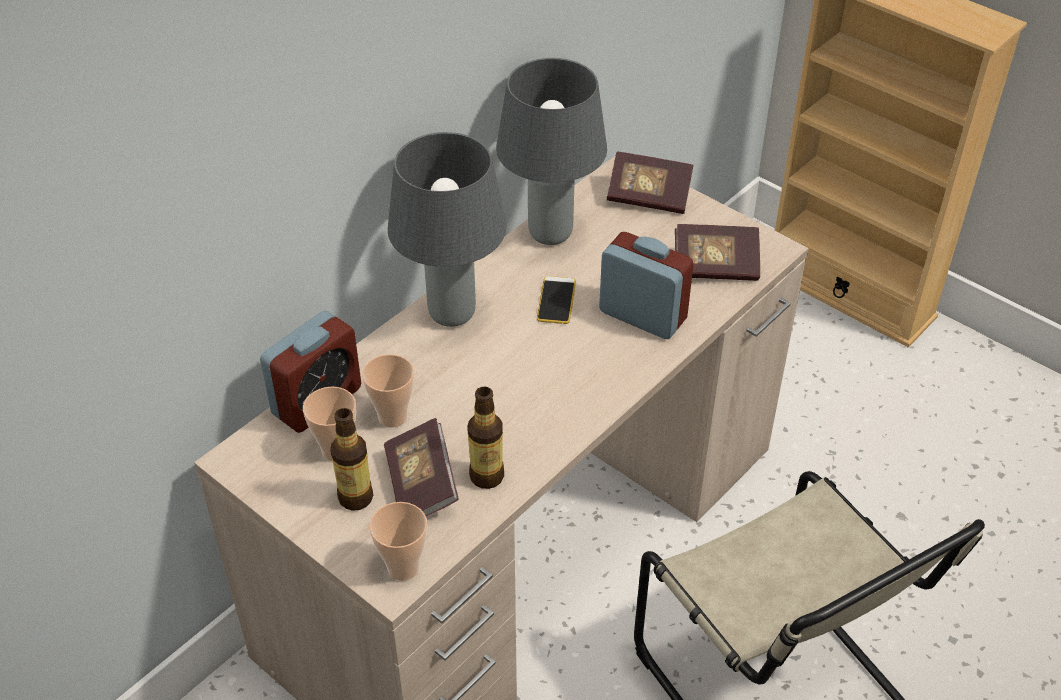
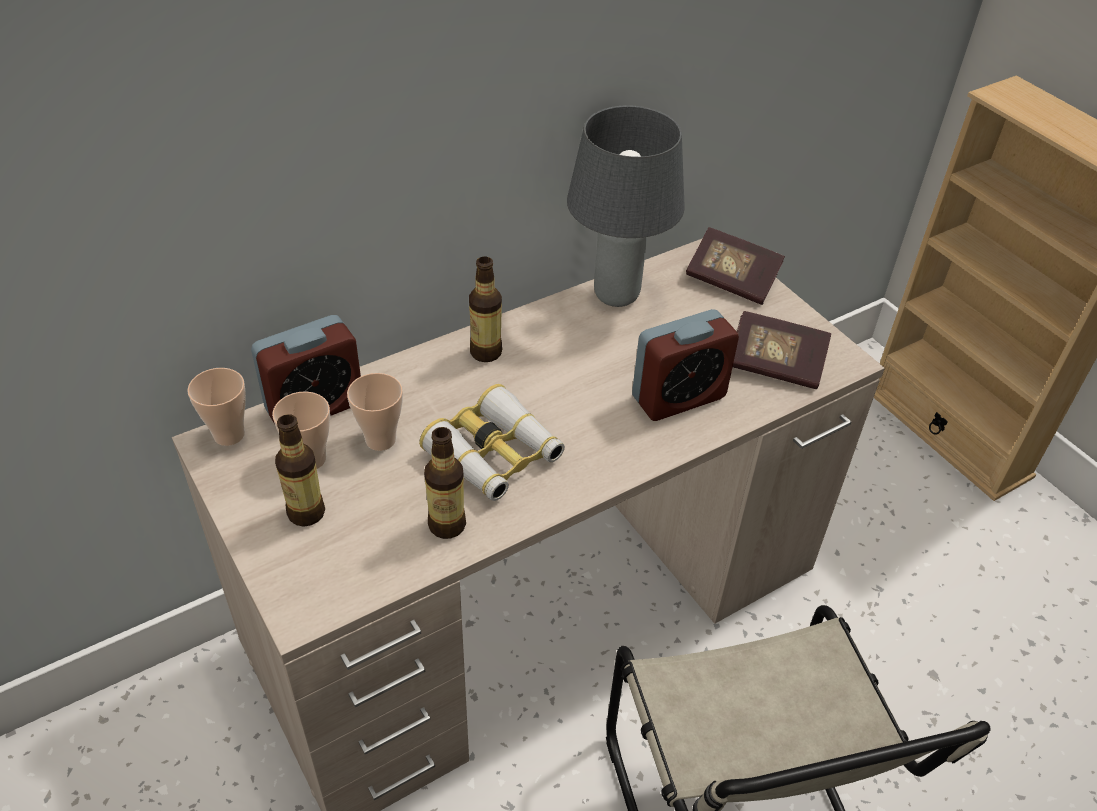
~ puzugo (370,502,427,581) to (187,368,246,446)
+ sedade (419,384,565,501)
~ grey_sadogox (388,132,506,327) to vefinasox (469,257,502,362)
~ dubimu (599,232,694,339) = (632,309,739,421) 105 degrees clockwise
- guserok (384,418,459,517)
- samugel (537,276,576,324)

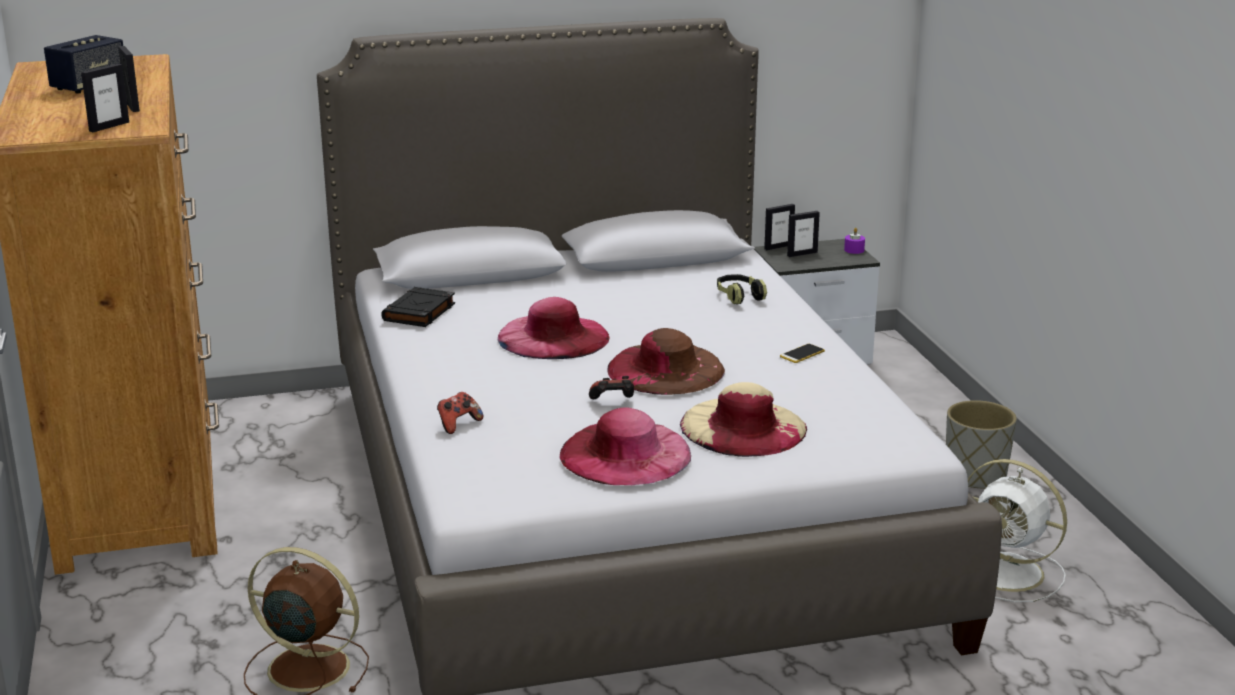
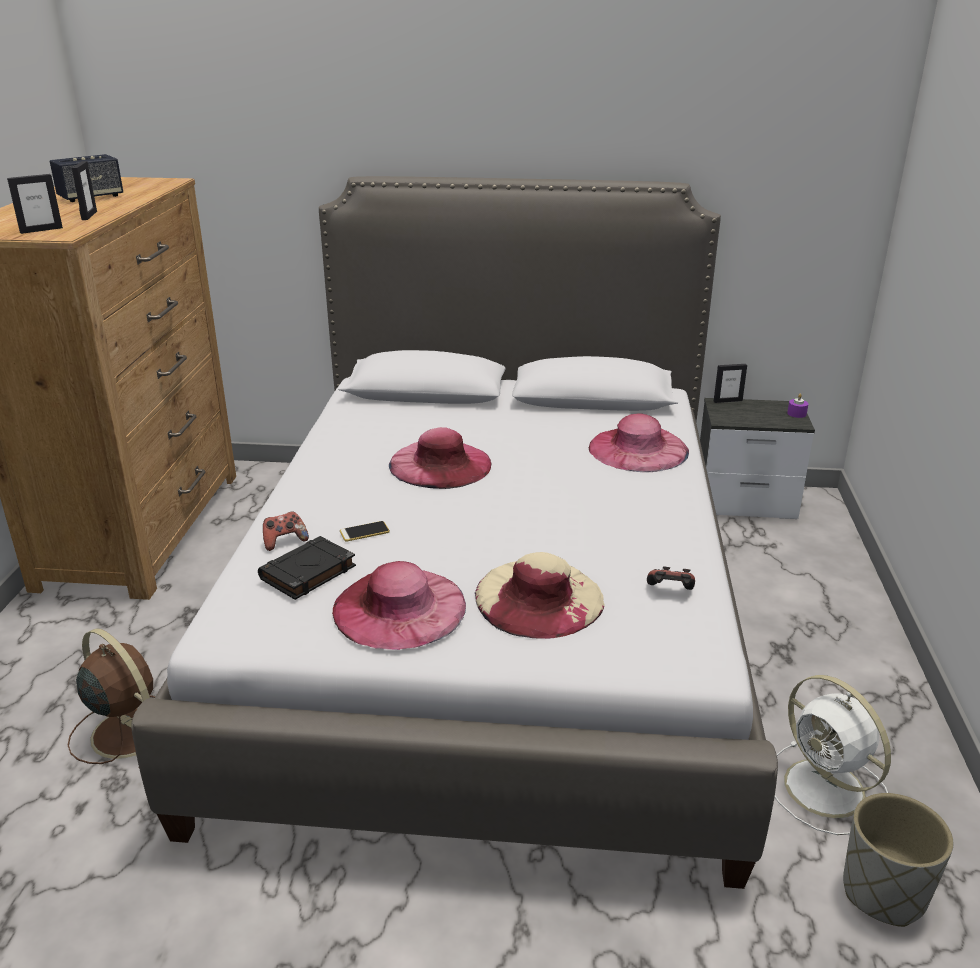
~ black_guserok (381,287,455,327) to (258,536,356,600)
~ samugel (780,344,825,363) to (340,521,390,541)
~ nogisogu (717,274,767,304) to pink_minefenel (589,413,689,472)
~ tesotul (589,376,634,399) to (647,566,695,590)
~ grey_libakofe (946,400,1017,489) to (843,793,953,927)
- brown_minefenel (607,328,725,395)
- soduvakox (787,211,820,257)

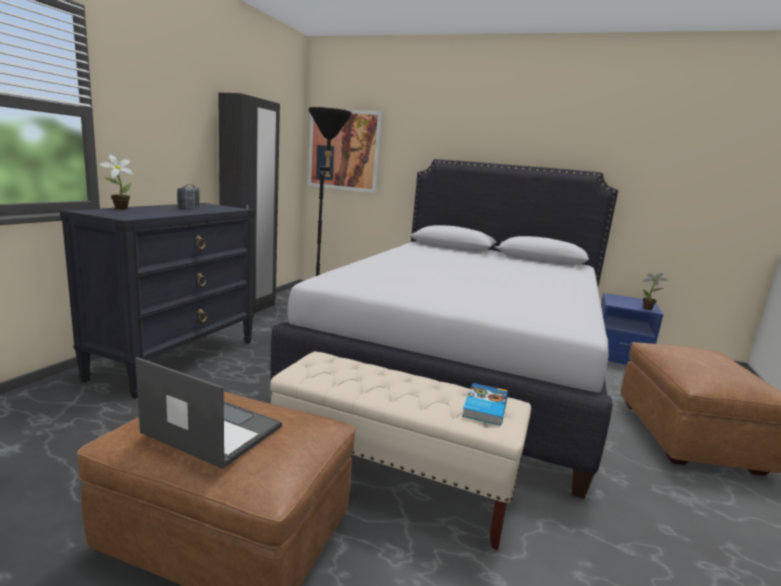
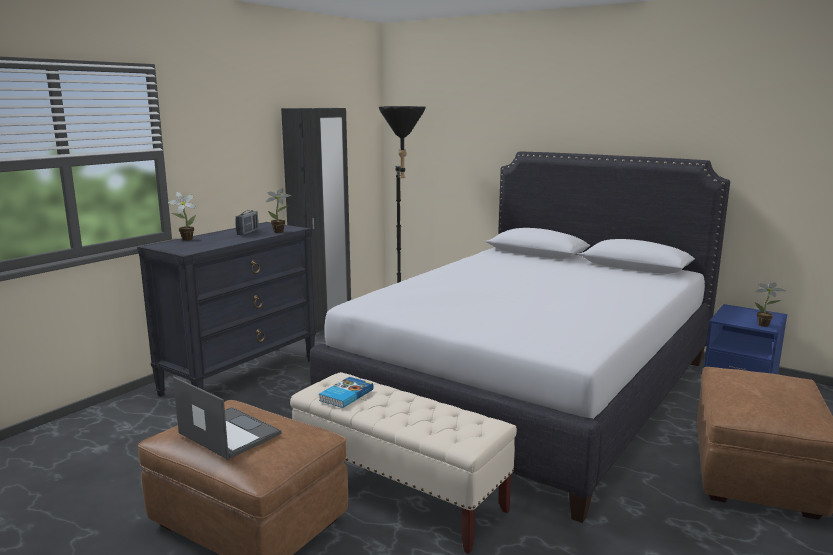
+ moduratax (266,189,291,233)
~ guserok (462,383,508,426) to (319,377,374,408)
- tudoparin (308,109,383,193)

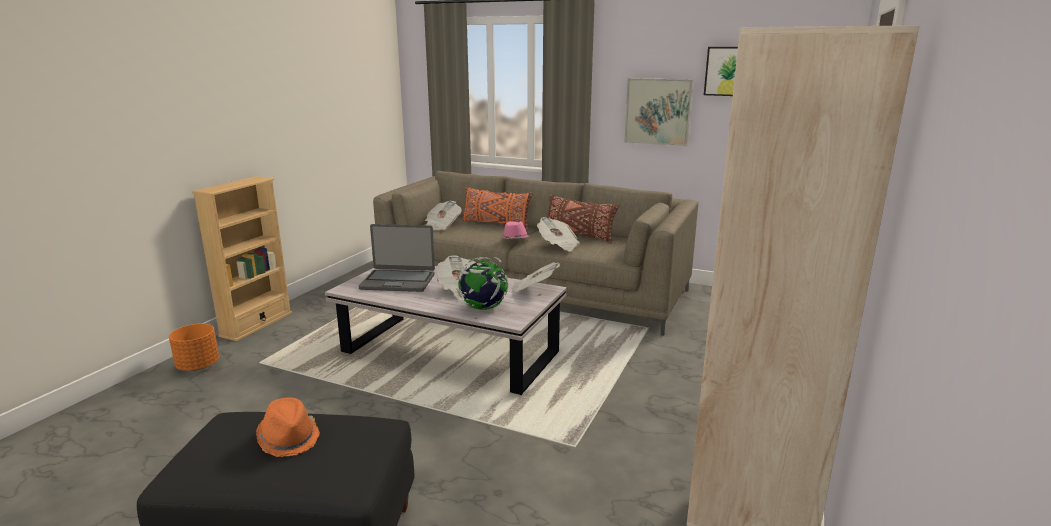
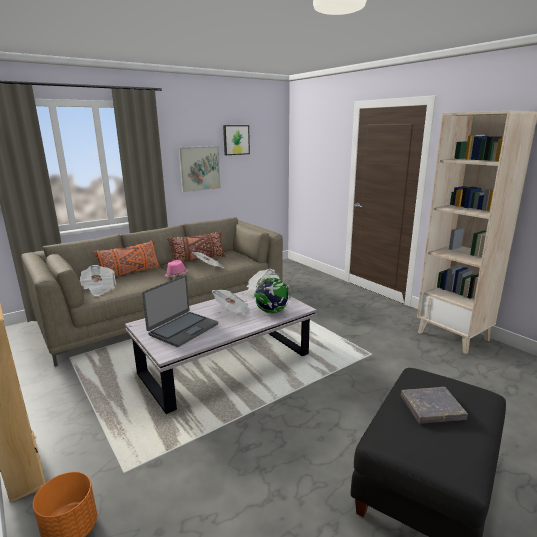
~ orange_minefenel (256,397,320,457) to grey_guserok (401,387,468,424)

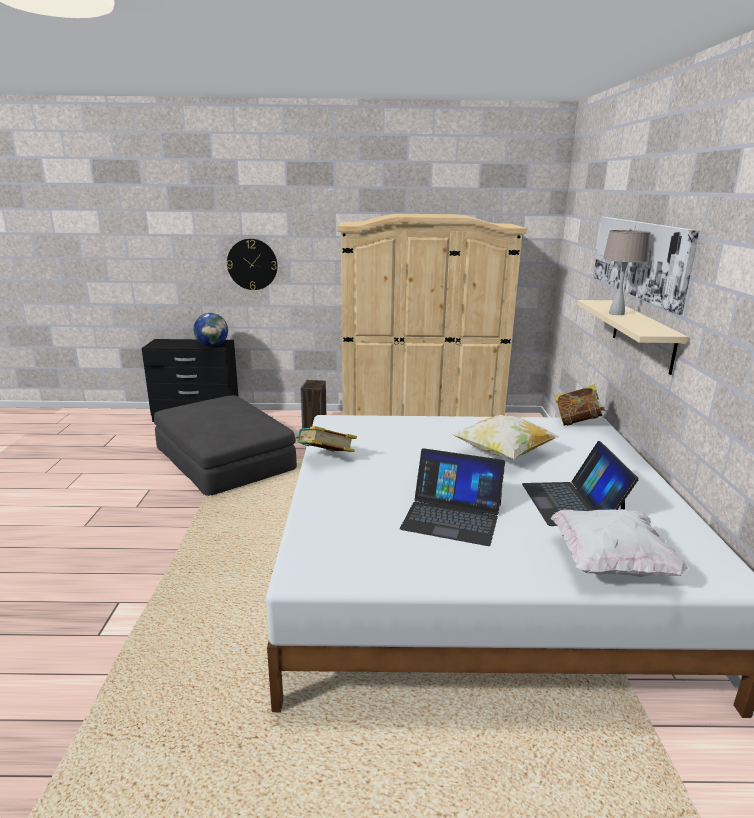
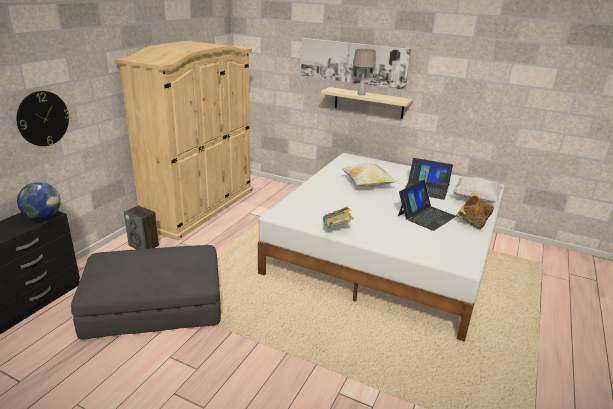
~ guserok (554,384,606,426) to (456,192,494,229)

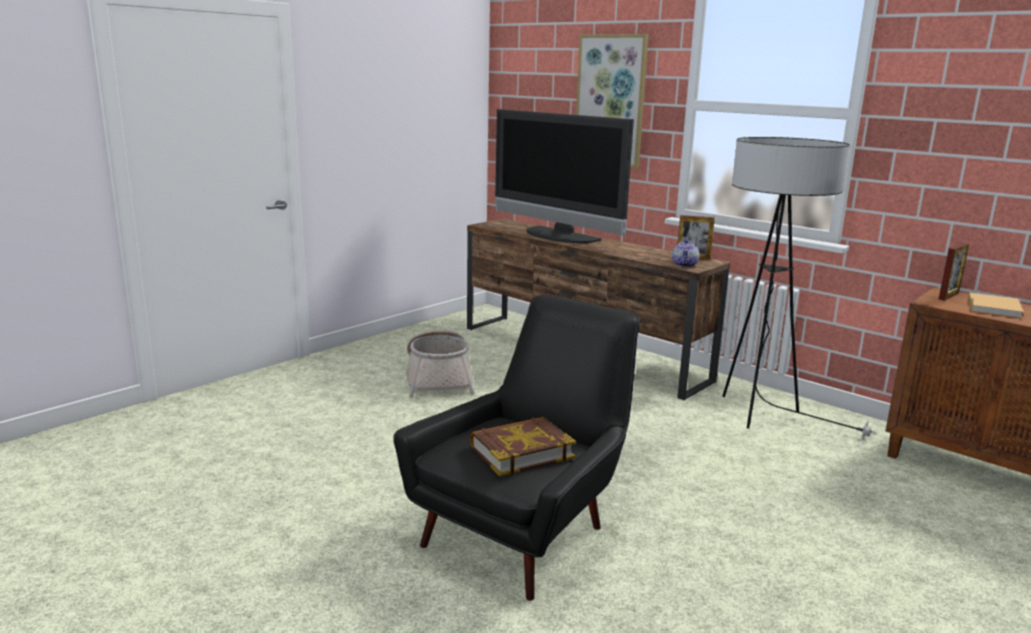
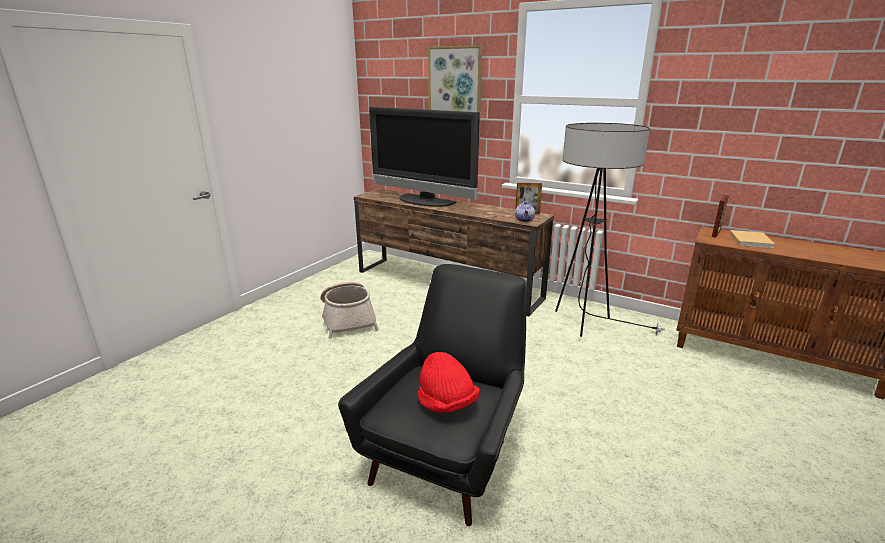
~ guserok (470,417,576,476) to red_minefenel (418,352,480,413)

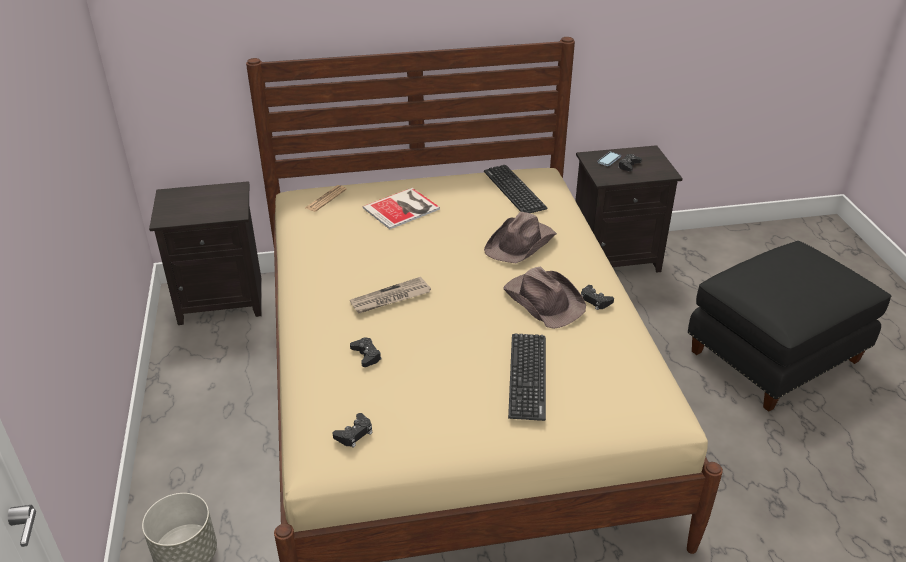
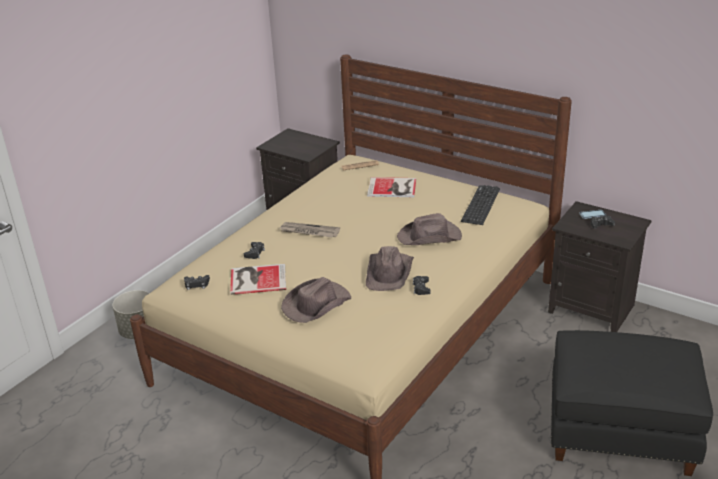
+ guserok (230,264,286,295)
~ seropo (508,334,546,421) to brown_minefenel (281,277,351,323)

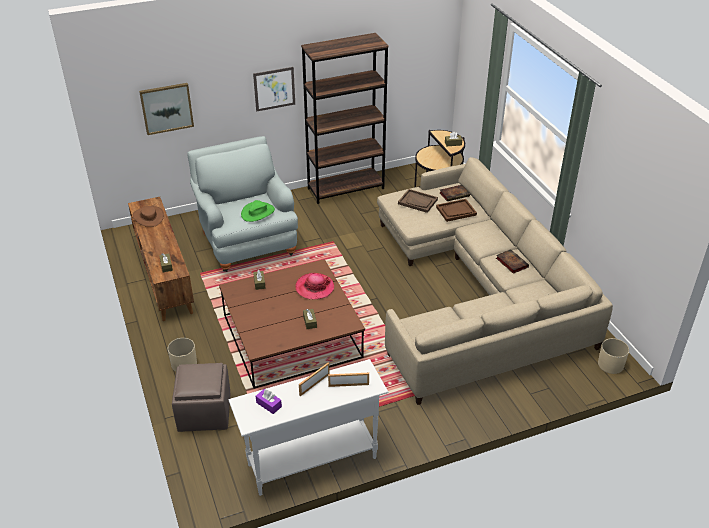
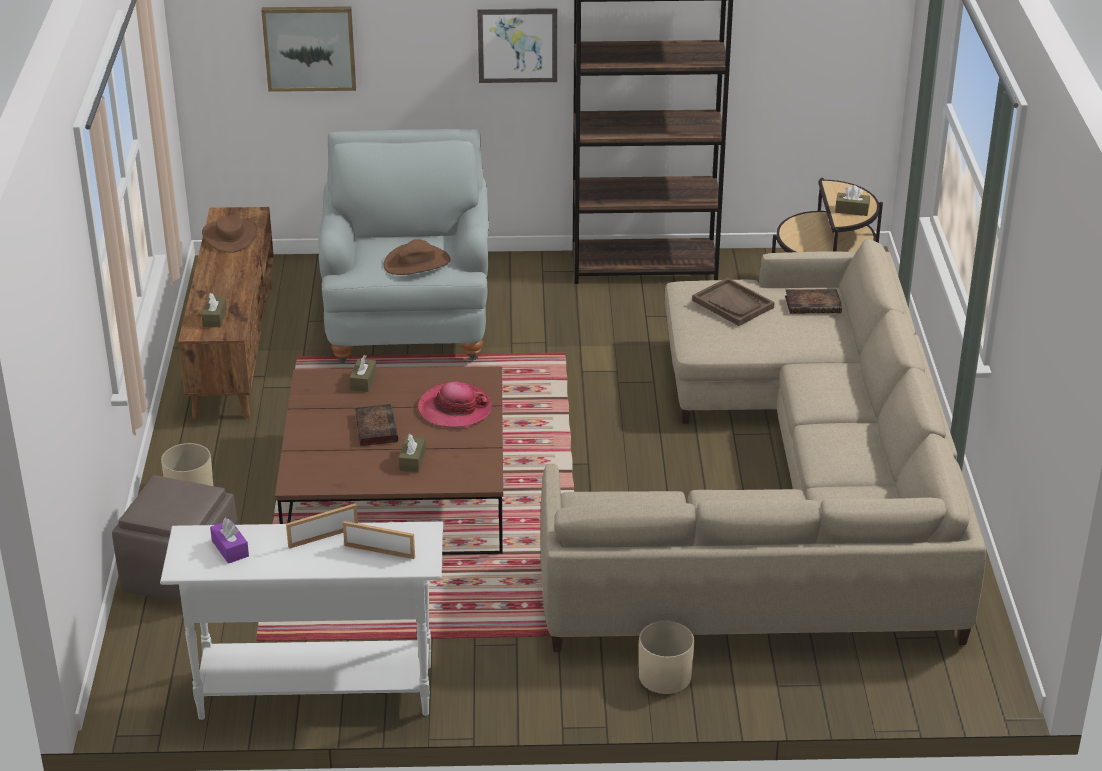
~ guserok (496,250,529,274) to (355,404,398,446)
~ green_minefenel (241,200,275,222) to brown_minefenel (384,239,451,275)
~ beige_libakofe (598,338,629,374) to (639,621,694,694)
- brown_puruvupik (436,199,477,222)

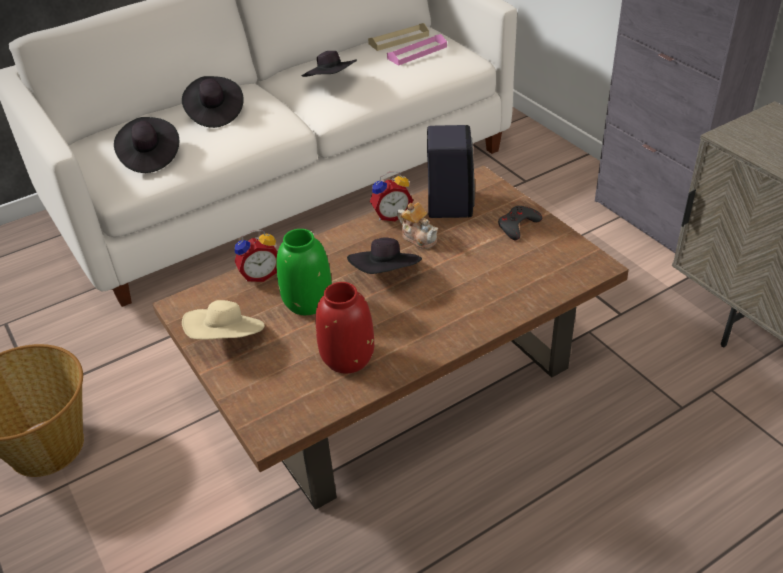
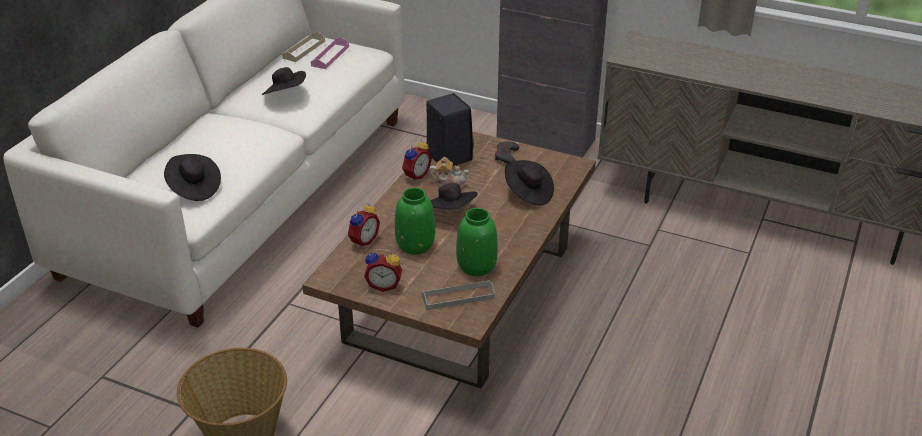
~ beige_minefenel (182,300,265,339) to dubimu (364,249,402,292)
+ grey_puruvupik (422,280,495,310)
~ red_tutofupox (316,282,374,374) to green_tutofupox (456,208,498,276)
~ black_minefenel (182,76,244,128) to (505,160,554,206)

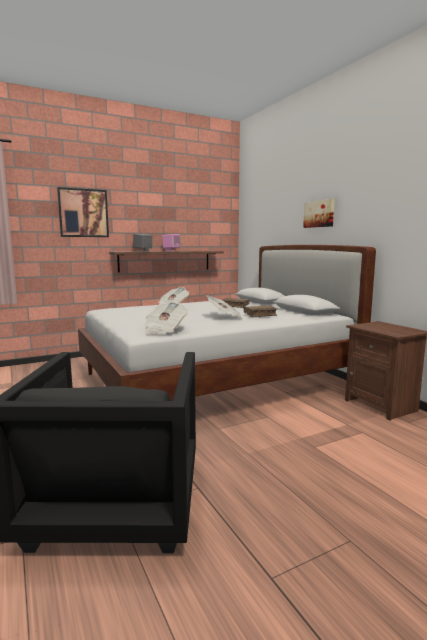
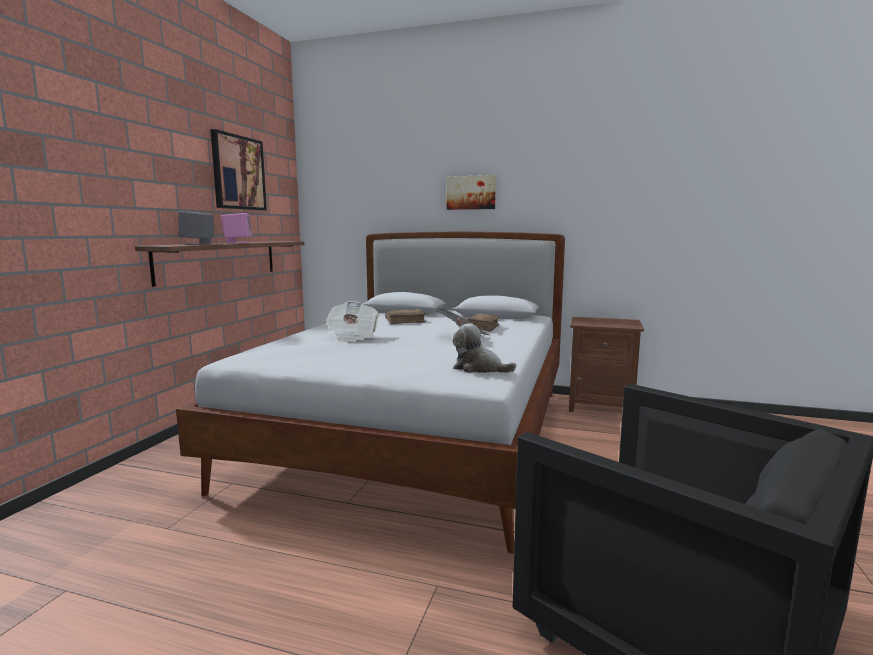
~ tudoparin (57,187,109,237) to (210,129,267,211)
~ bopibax (145,302,188,335) to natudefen (453,323,516,373)

